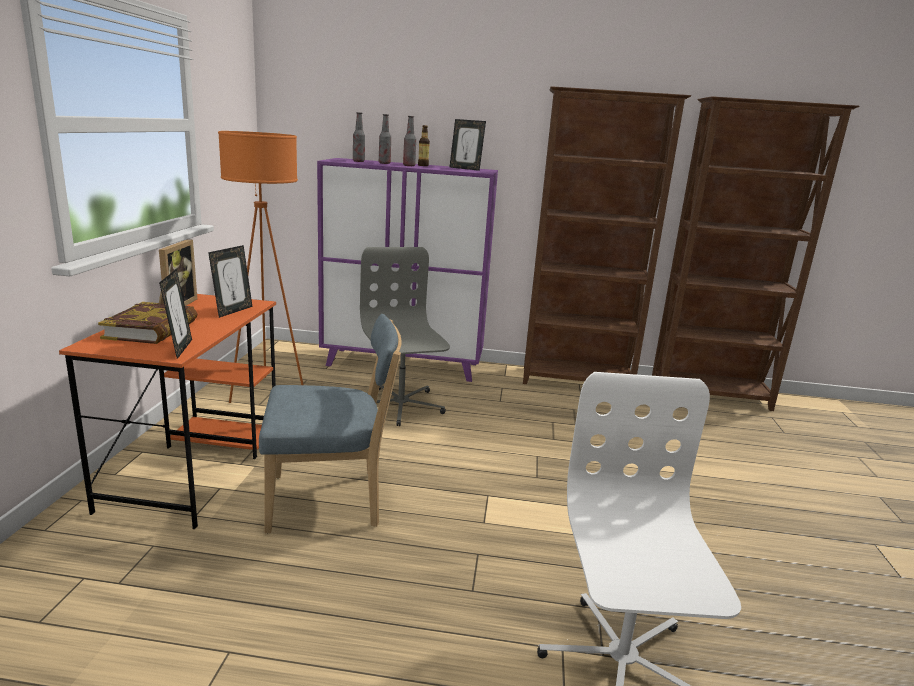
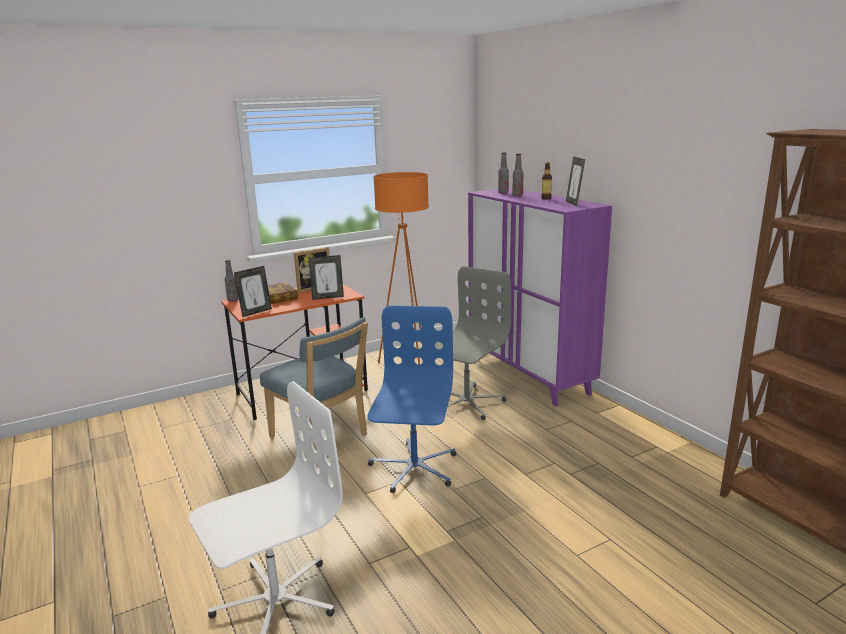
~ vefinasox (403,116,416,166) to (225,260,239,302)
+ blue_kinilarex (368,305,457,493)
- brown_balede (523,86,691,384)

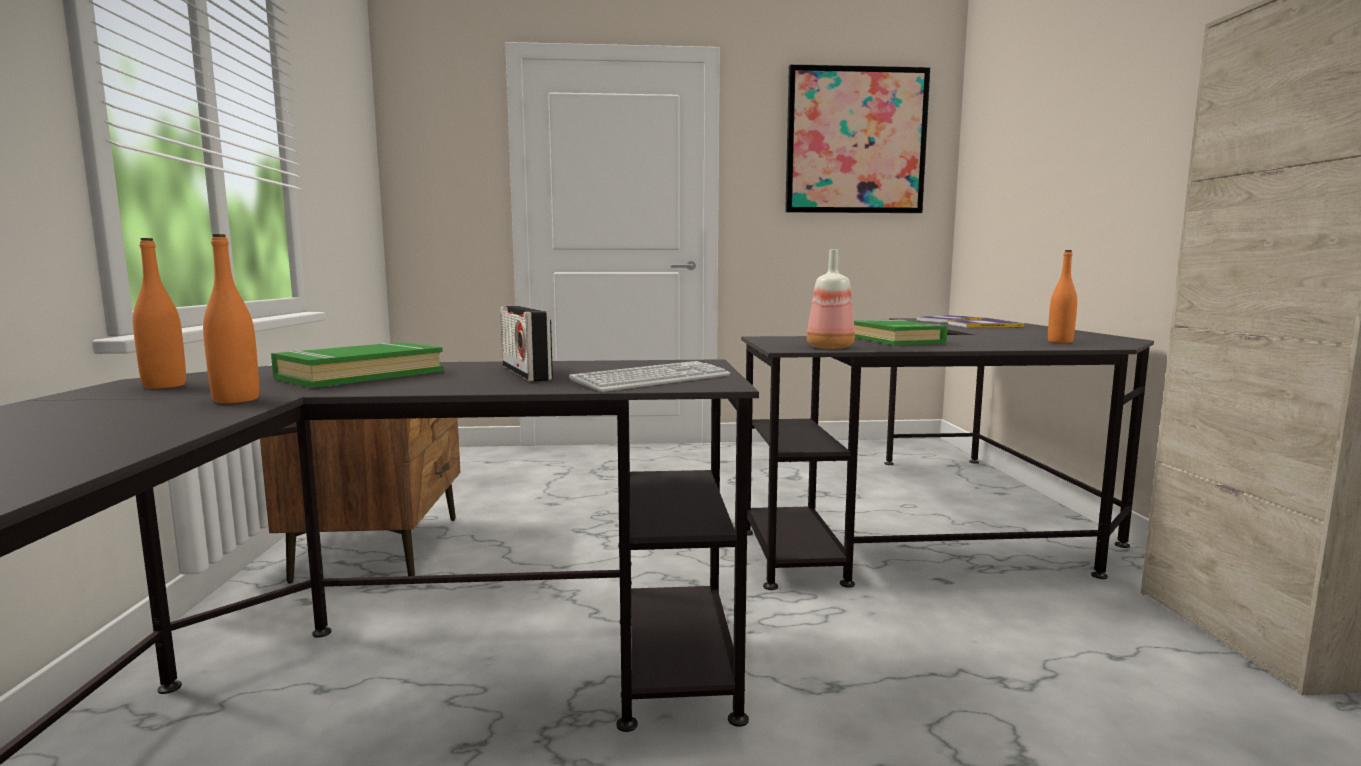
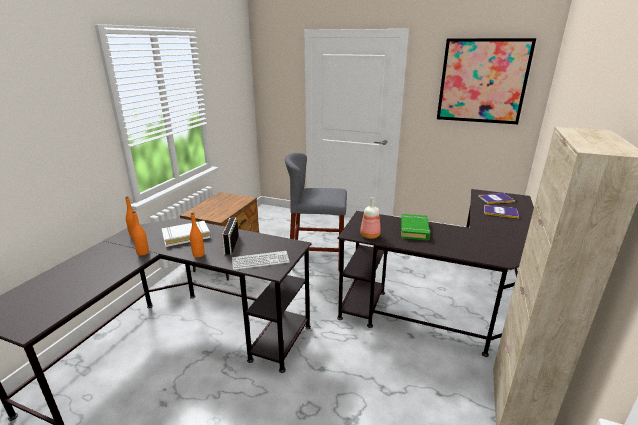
~ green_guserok (271,342,444,388) to white_guserok (162,221,210,247)
~ orange_vefinasox (1048,250,1077,343) to (190,213,204,258)
+ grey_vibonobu (285,153,347,271)

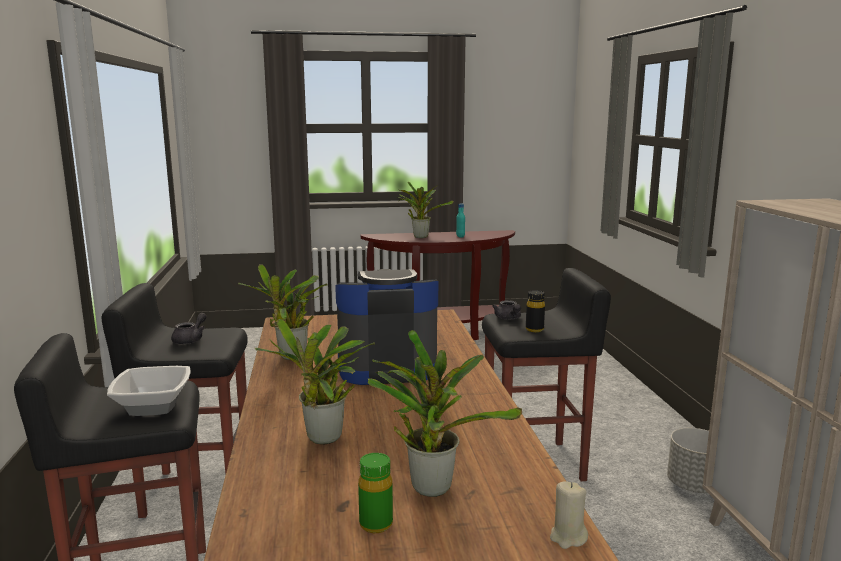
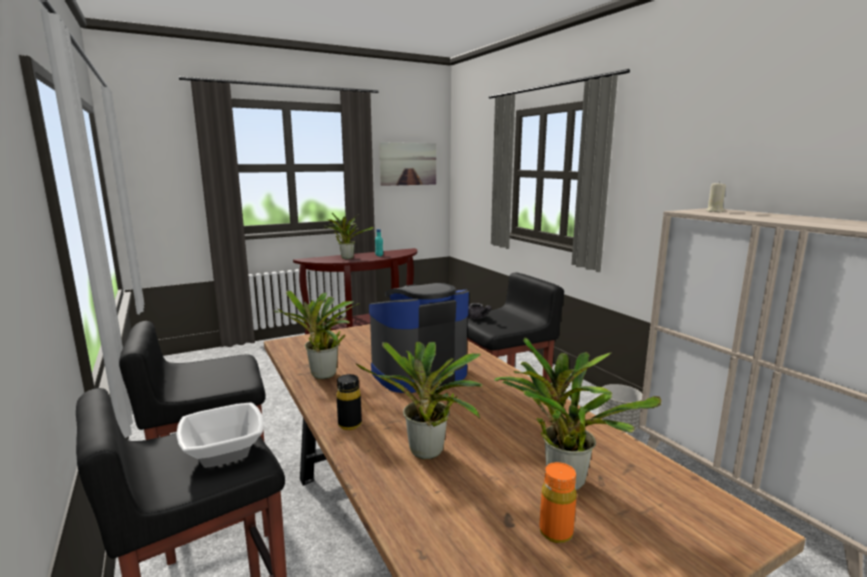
~ black_vefinasox (526,290,545,332) to (336,374,362,430)
+ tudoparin (379,142,436,186)
~ green_vefinasox (358,453,393,533) to orange_vefinasox (539,462,577,543)
~ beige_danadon (550,481,588,549) to (706,181,726,212)
- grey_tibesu (171,313,207,344)

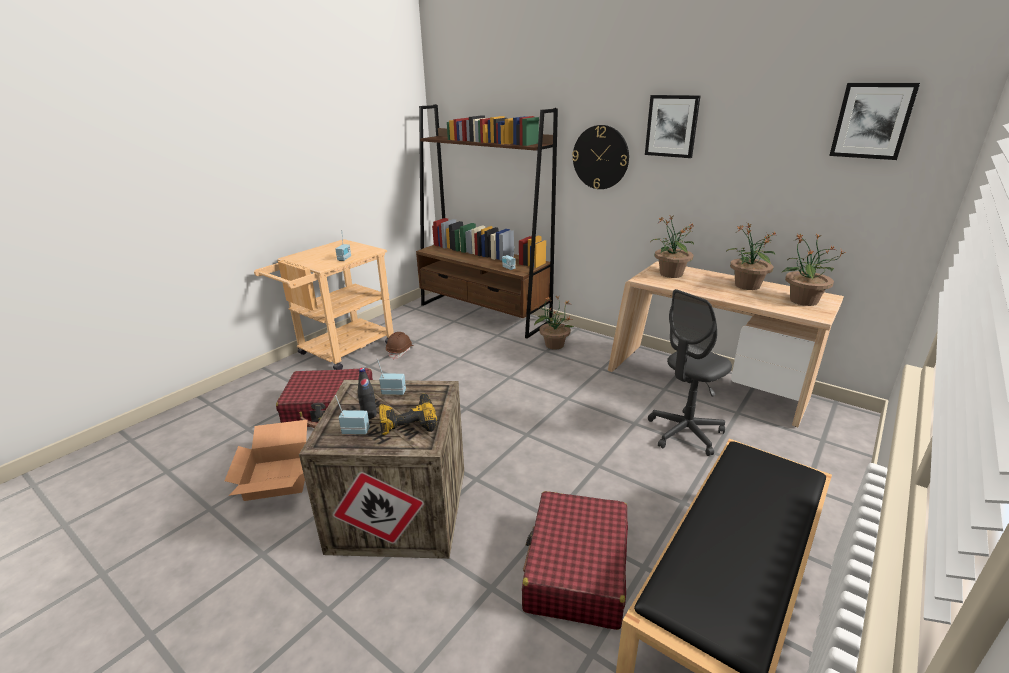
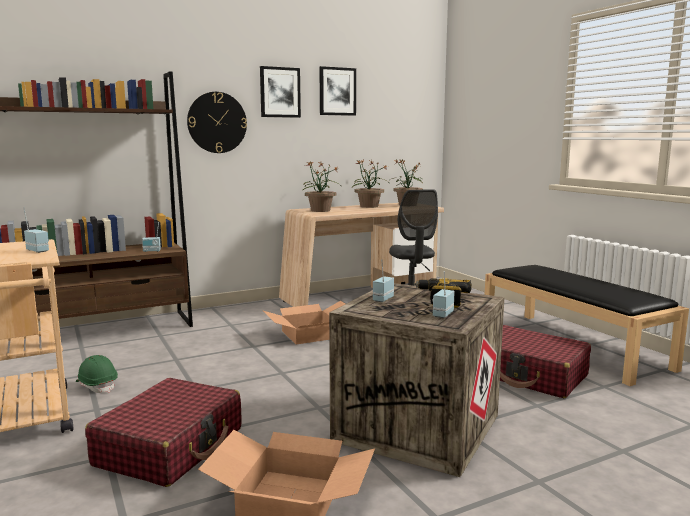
~ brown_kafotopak (386,332,414,359) to green_kafotopak (76,355,118,393)
+ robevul (262,301,345,345)
~ tudoparin (829,83,920,160) to (319,66,356,116)
- black_vefinasox (357,368,377,419)
- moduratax (534,296,574,350)

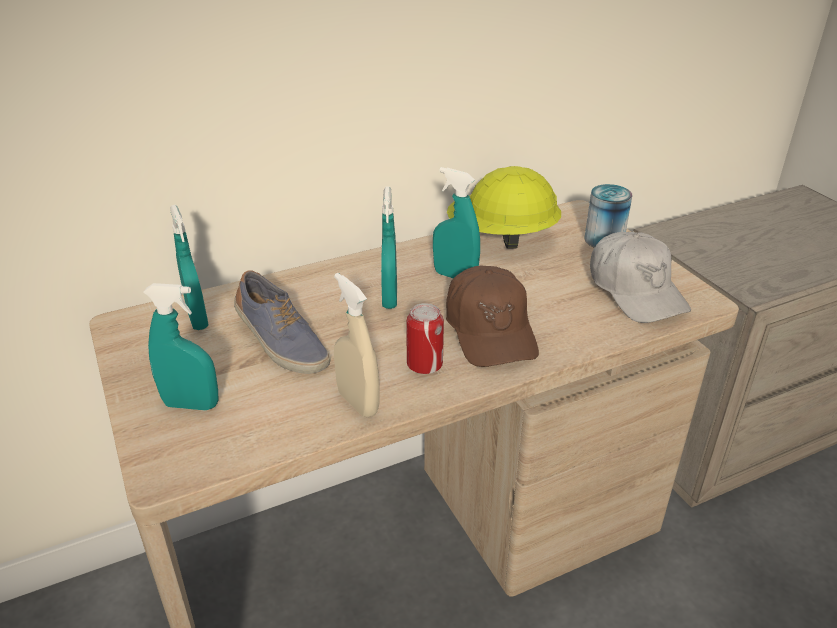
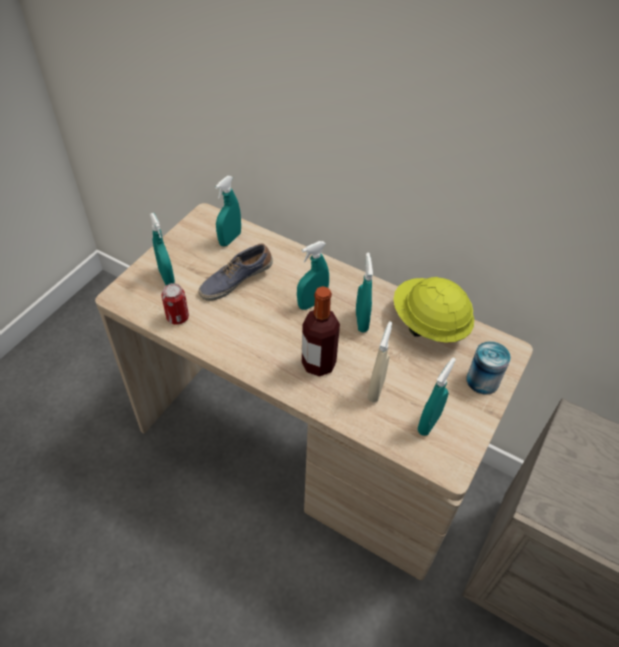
~ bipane (406,303,444,374) to (162,283,189,325)
~ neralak (234,270,331,374) = (199,244,273,301) 45 degrees clockwise
~ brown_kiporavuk (446,266,539,367) to vefinasox (302,286,340,377)
~ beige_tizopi (334,273,380,418) to (368,321,392,402)
~ white_kiporavuk (590,232,691,323) to turquoise_tizopi (418,357,456,436)

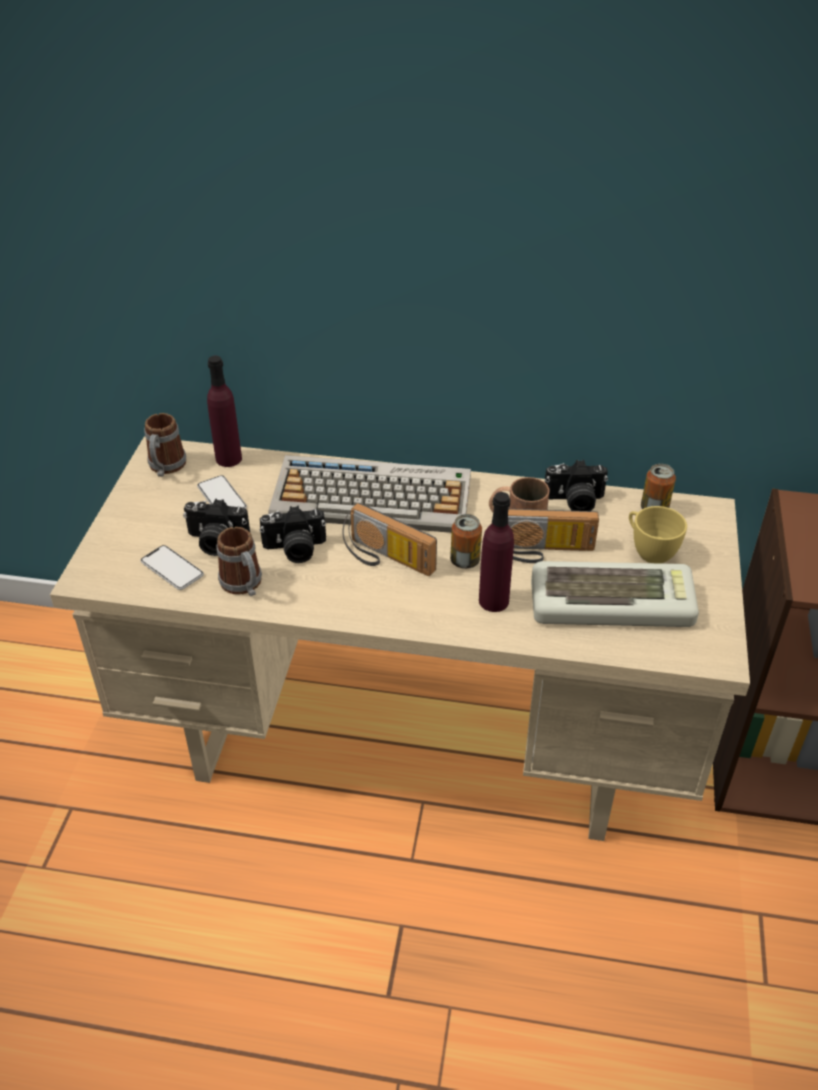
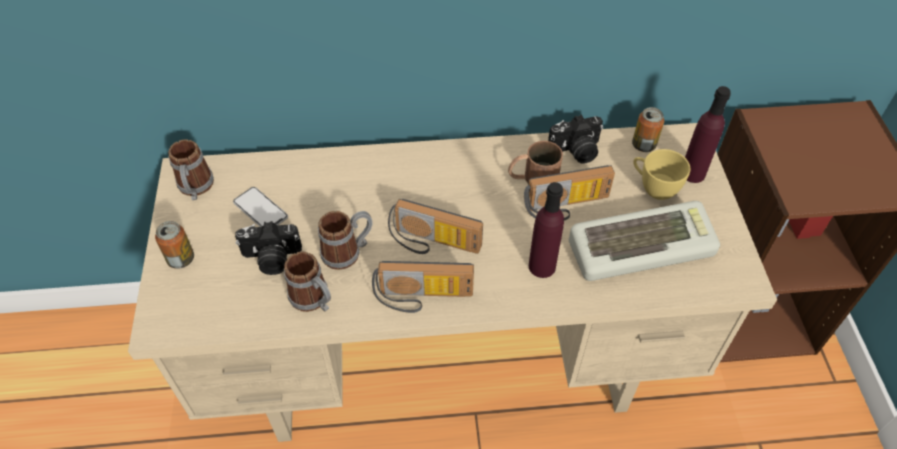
~ bipane (450,514,482,569) to (155,221,194,269)
~ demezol (260,506,326,563) to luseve (318,211,373,270)
+ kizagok (372,261,474,313)
~ purple_vefinasox (207,356,242,467) to (685,86,731,183)
- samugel (140,545,204,590)
- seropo (268,455,471,533)

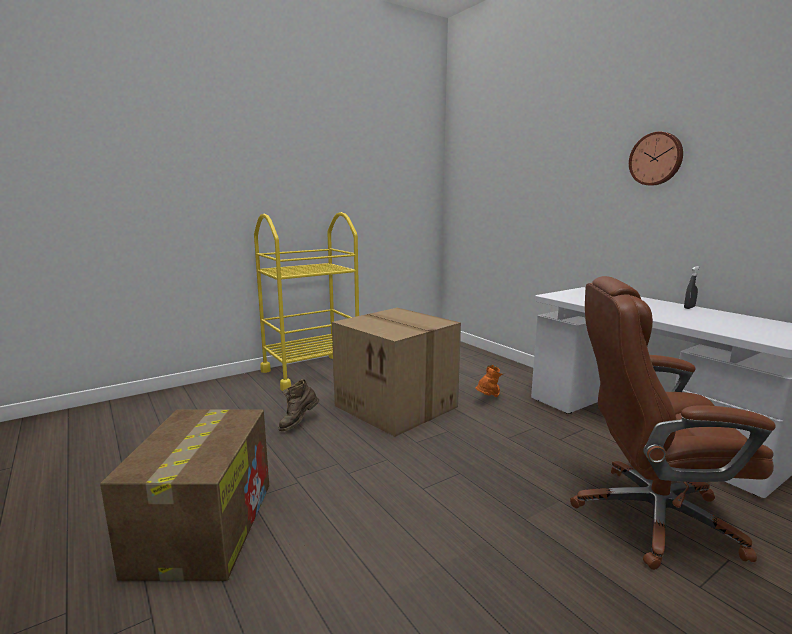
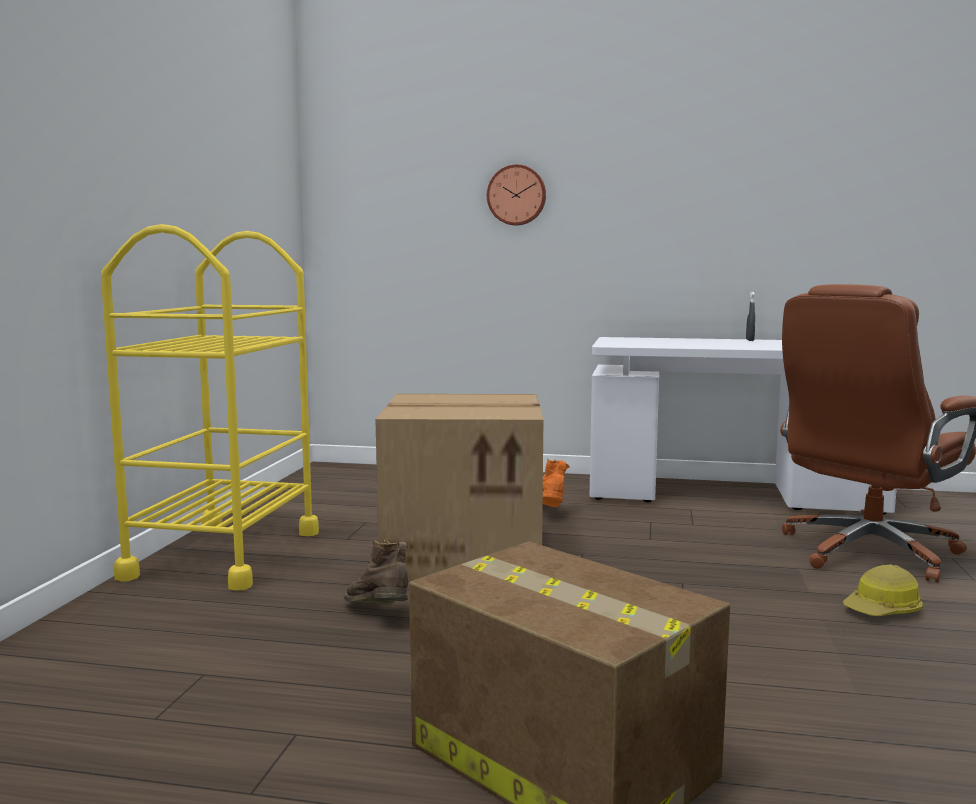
~ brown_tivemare (279,379,319,431) = (344,540,408,605) 150 degrees clockwise
~ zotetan (629,132,683,185) to (487,164,546,226)
+ kafotopak (843,564,923,616)

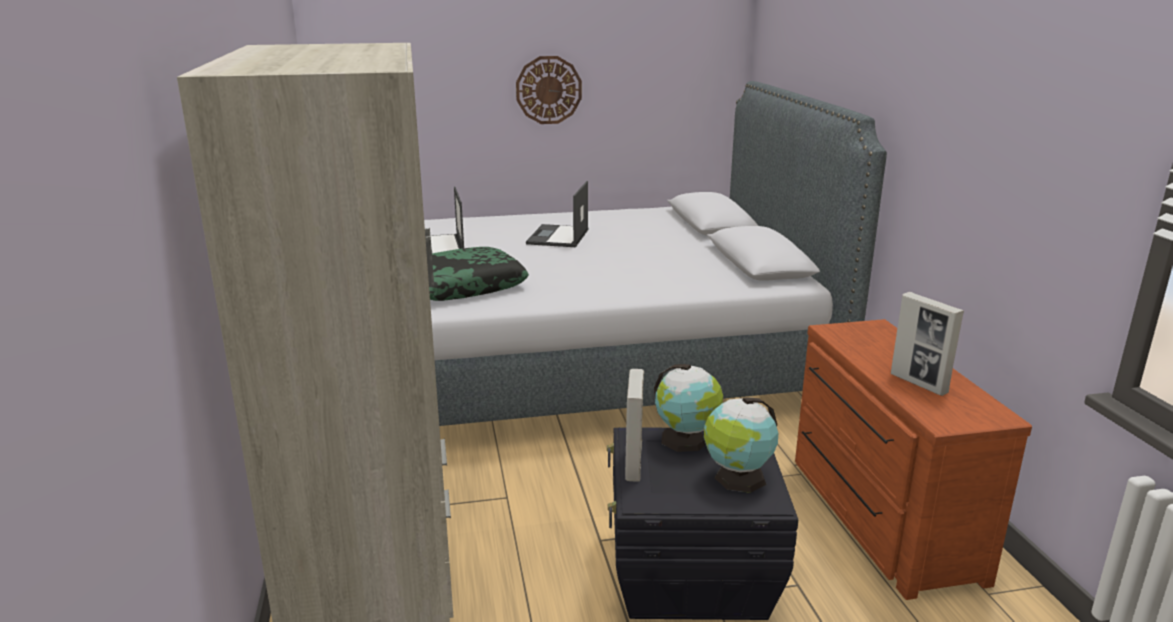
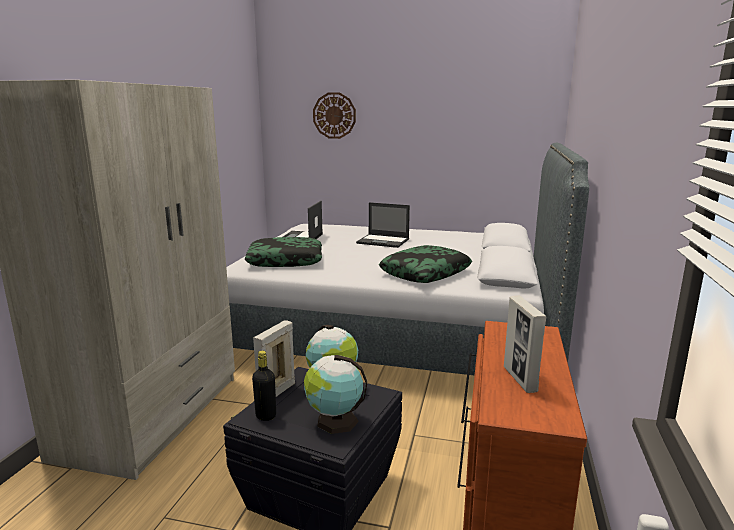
+ black_vefinasox (252,351,276,421)
~ zotetan (516,56,582,124) to (313,92,356,139)
~ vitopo (526,181,589,247) = (356,202,410,248) 105 degrees counterclockwise
+ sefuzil (379,245,472,283)

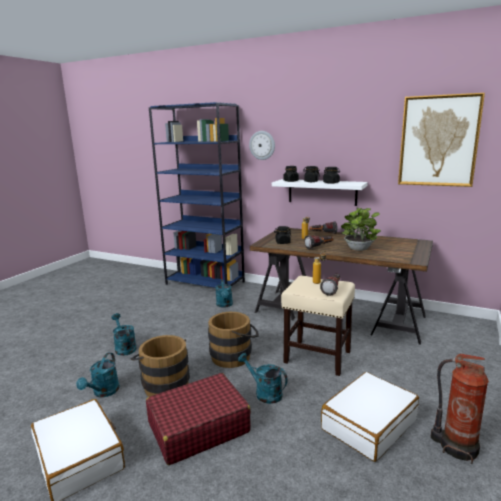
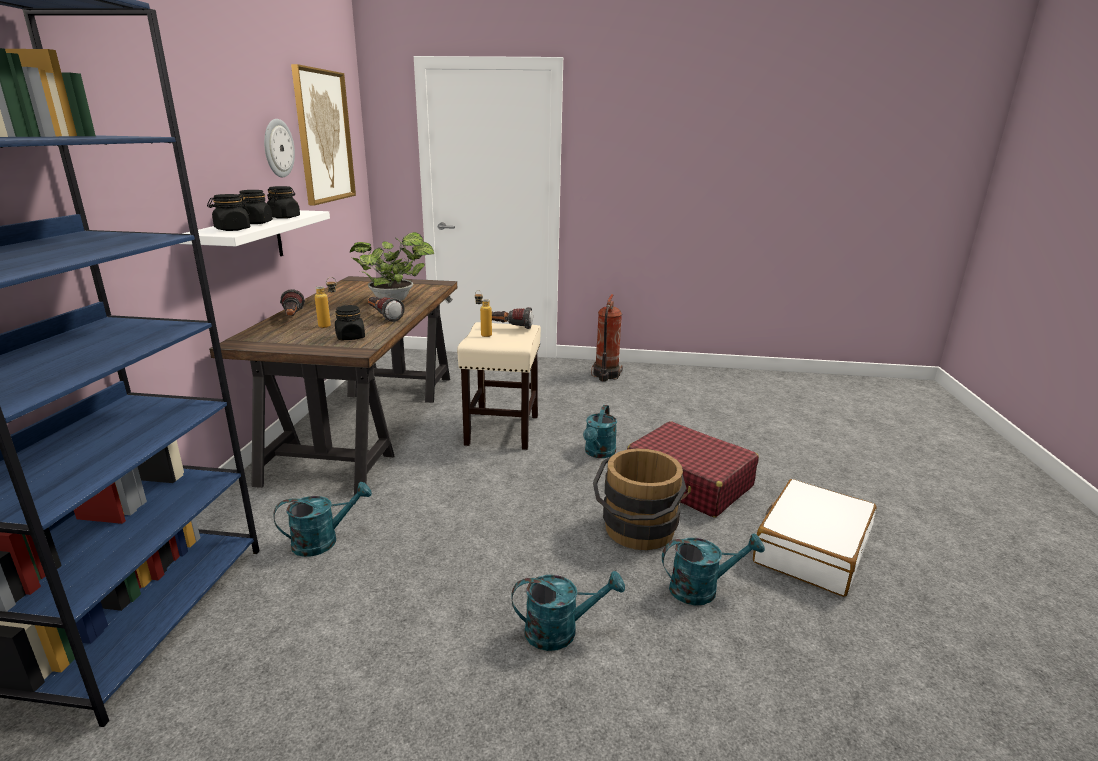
~ zotetan (249,131,275,160) to (264,119,295,177)
~ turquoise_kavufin (111,313,137,356) = (511,571,625,651) 135 degrees counterclockwise
- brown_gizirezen (208,312,259,368)
- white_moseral (321,372,419,462)

